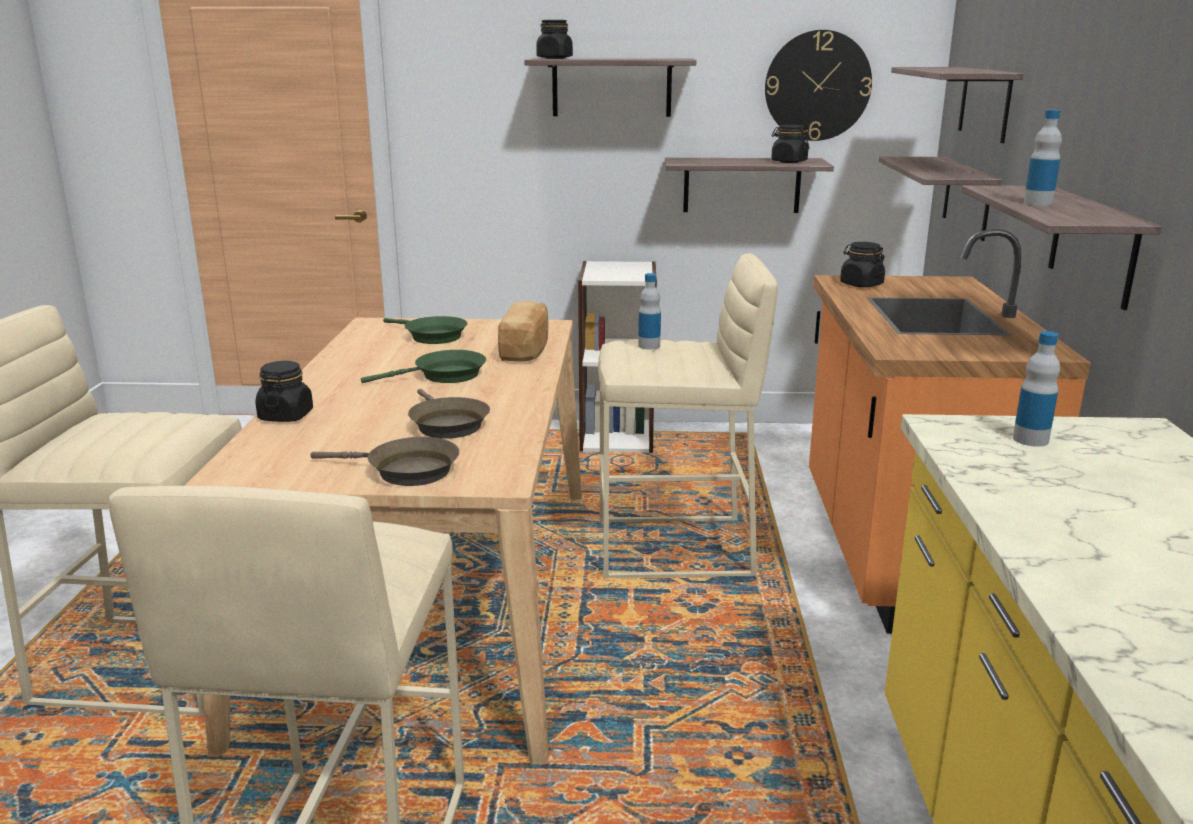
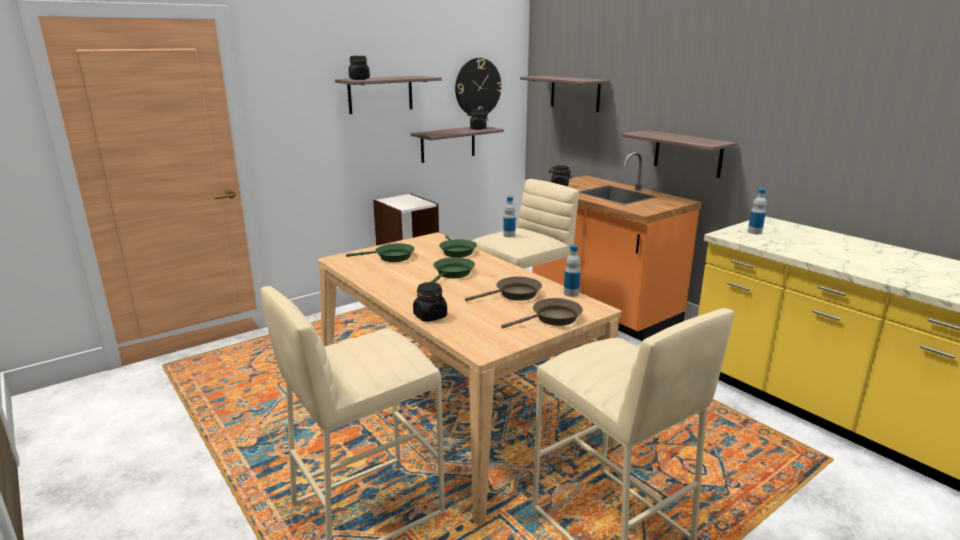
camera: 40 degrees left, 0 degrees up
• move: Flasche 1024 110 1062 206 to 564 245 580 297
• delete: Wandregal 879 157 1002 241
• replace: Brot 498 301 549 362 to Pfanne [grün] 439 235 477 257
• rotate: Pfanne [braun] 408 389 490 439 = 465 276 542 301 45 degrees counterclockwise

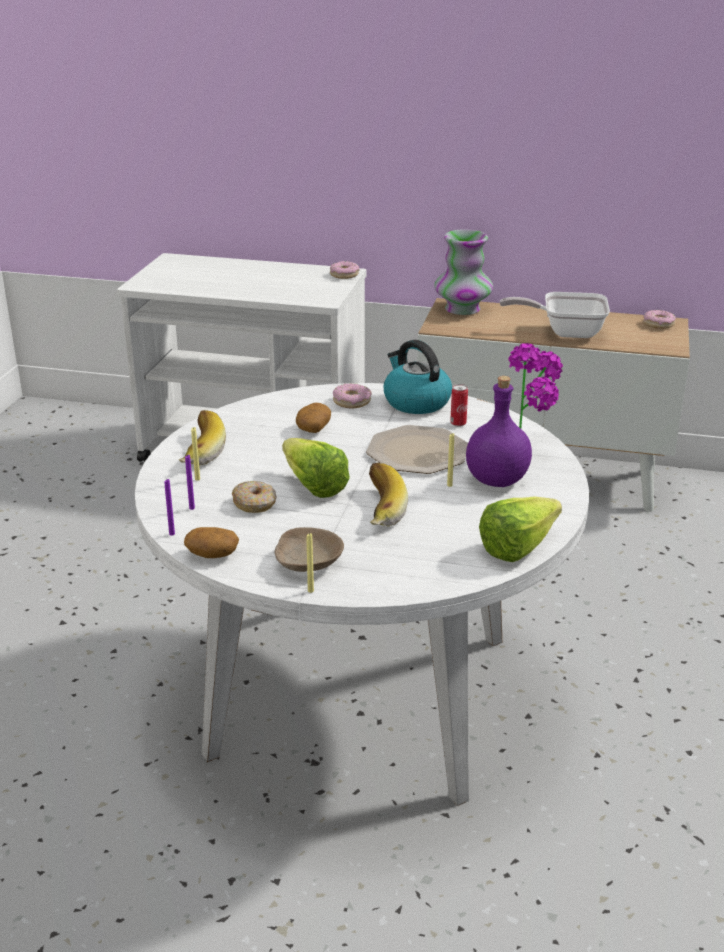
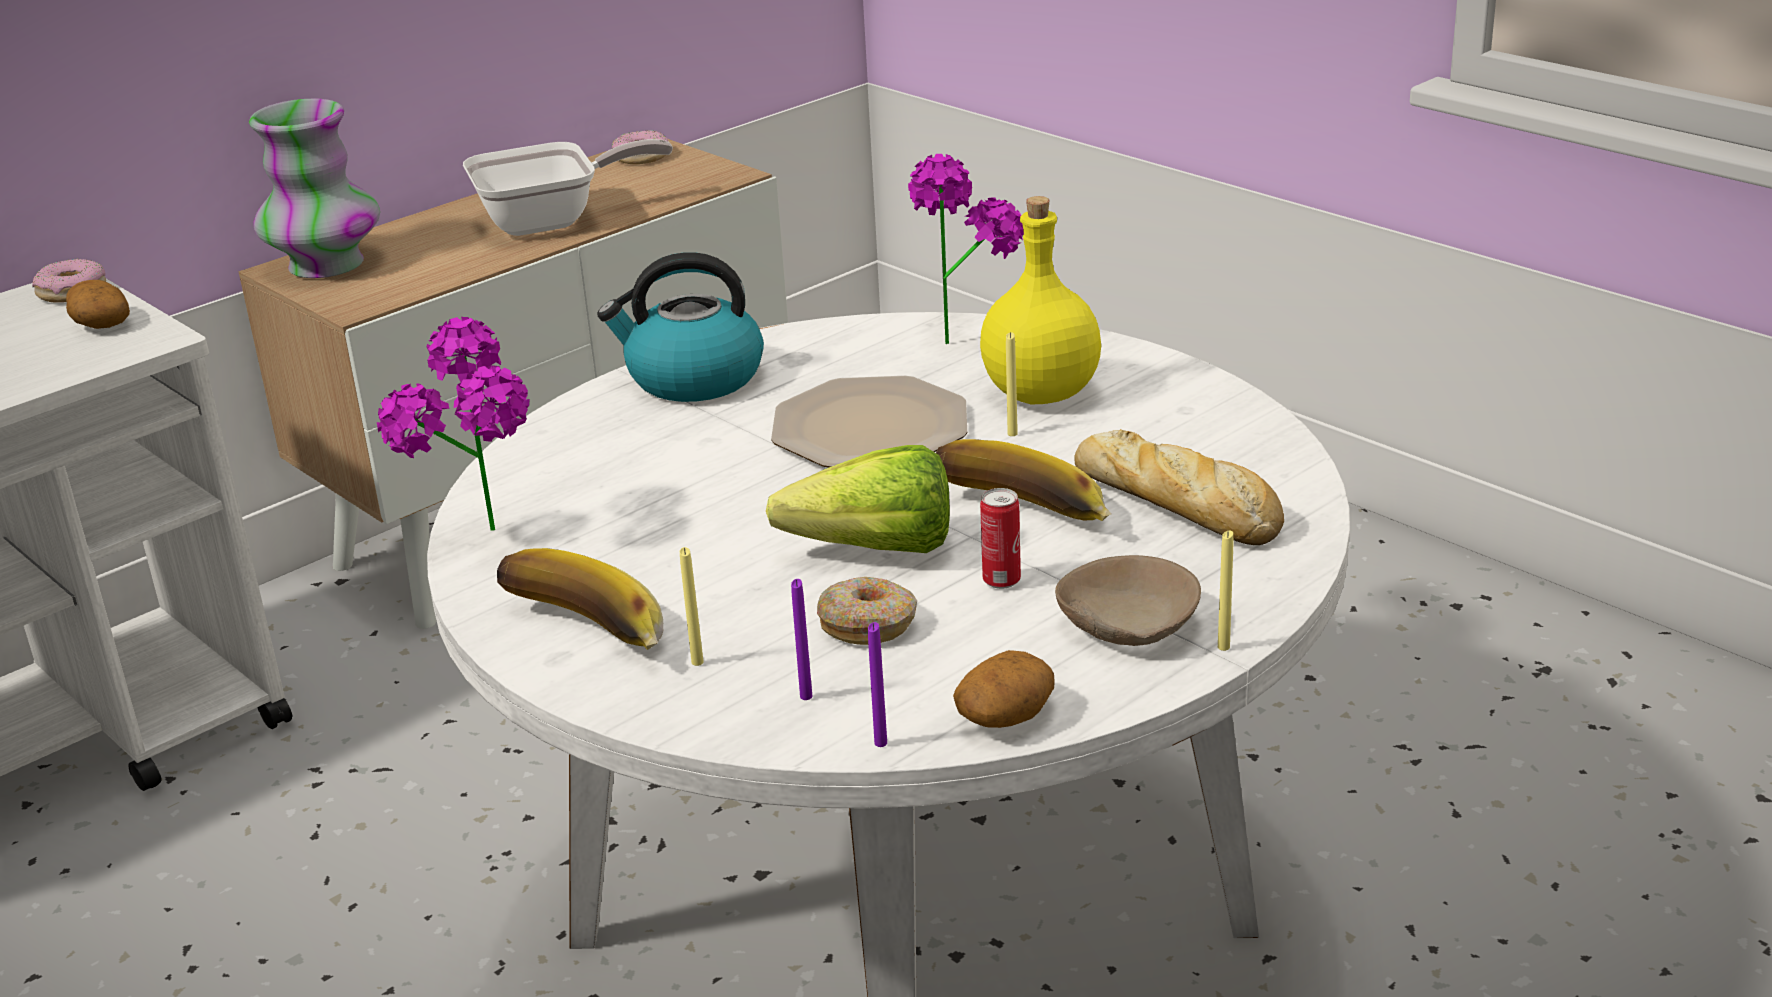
camera: 55 degrees left, 0 degrees up
• rotate: Pfanne 500 292 610 338 = 463 139 673 236 150 degrees counterclockwise
• recolor: Flasche [lila] 466 376 532 487 to Flasche [gelb] 980 196 1101 404
• delete: Donut 333 383 372 408
• move: Dose 450 384 468 427 to 980 488 1021 589
• move: Kartoffel 296 403 331 433 to 66 280 130 329
• delete: Salatkopf 479 496 562 562
• insert: Topfpflanze 377 317 529 531
• insert: Brot 1074 429 1284 545

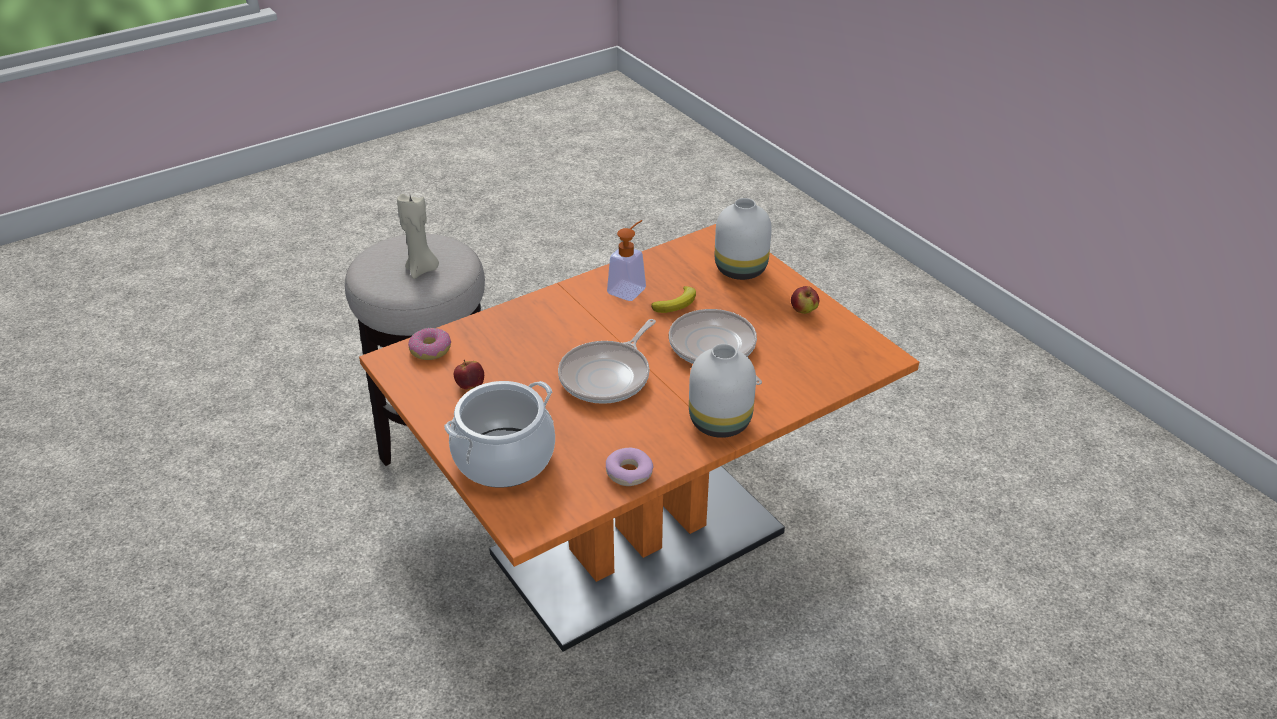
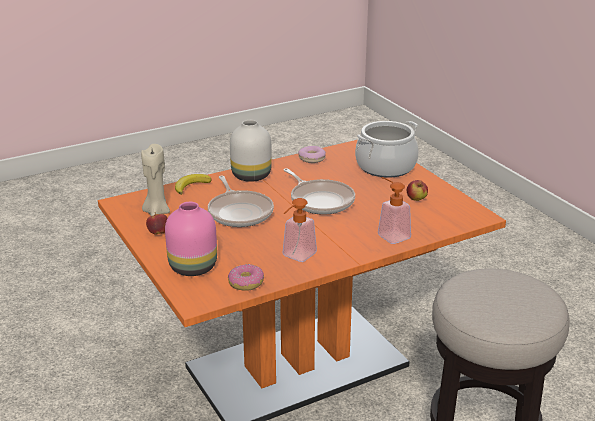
camera: 175 degrees left, 10 degrees down
• move: Kerze [beige] 397 194 439 279 to 141 144 170 216
• recolor: Vase [weiß] 715 198 772 280 to Vase [rosa] 165 202 217 276
• move: Banane 651 286 696 313 to 175 174 212 195
• rotate: Pfanne 558 319 656 404 = 283 168 355 215 105 degrees clockwise
• move: Donut 408 328 451 360 to 228 264 264 291
• insert: Seifenspender 378 177 411 244

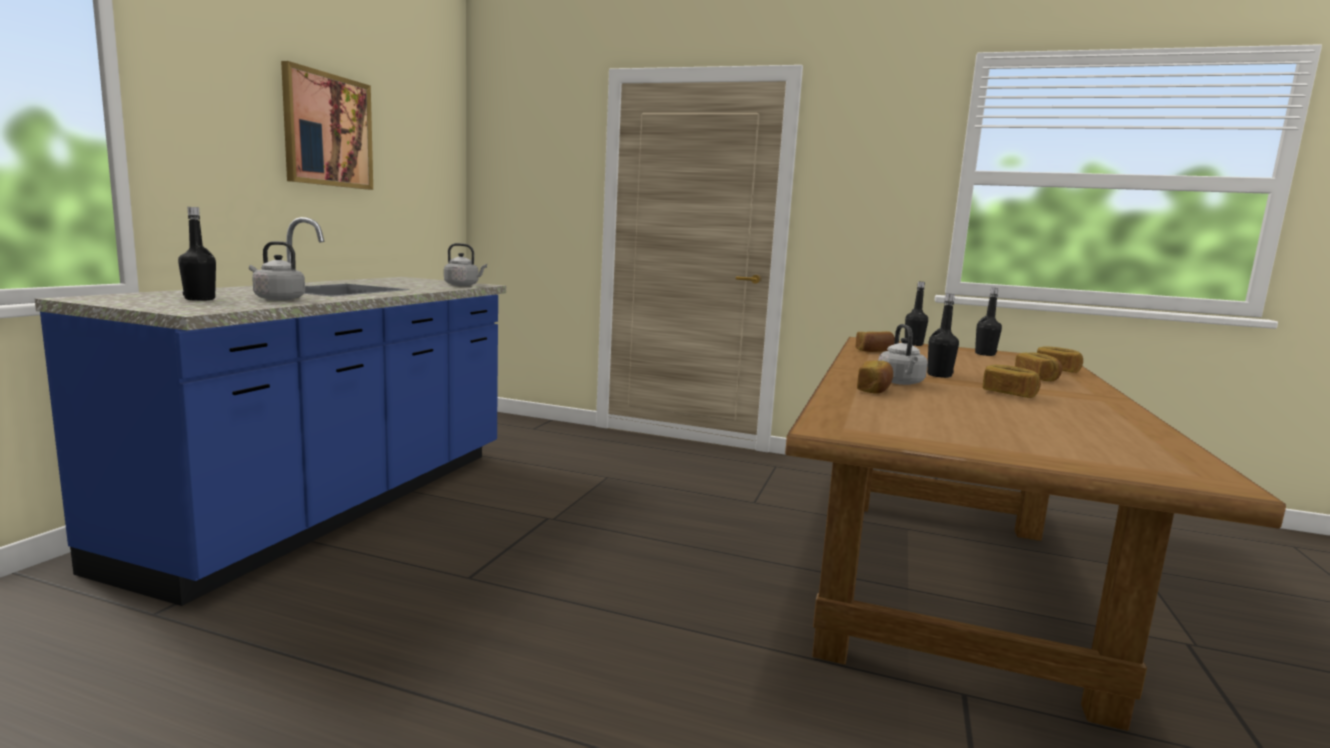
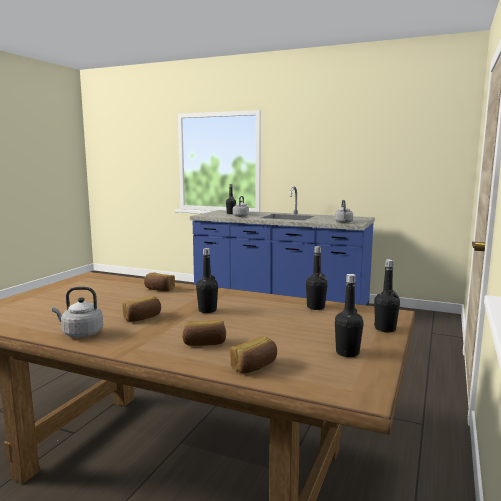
camera: 95 degrees right, 0 degrees up
• delete: Bild 281 61 373 190
• move: Wasserkessel [grau] 878 324 928 385 to 52 287 103 338
• replace: Brot 856 331 895 352 to Flasche [schwarz] 306 246 328 310

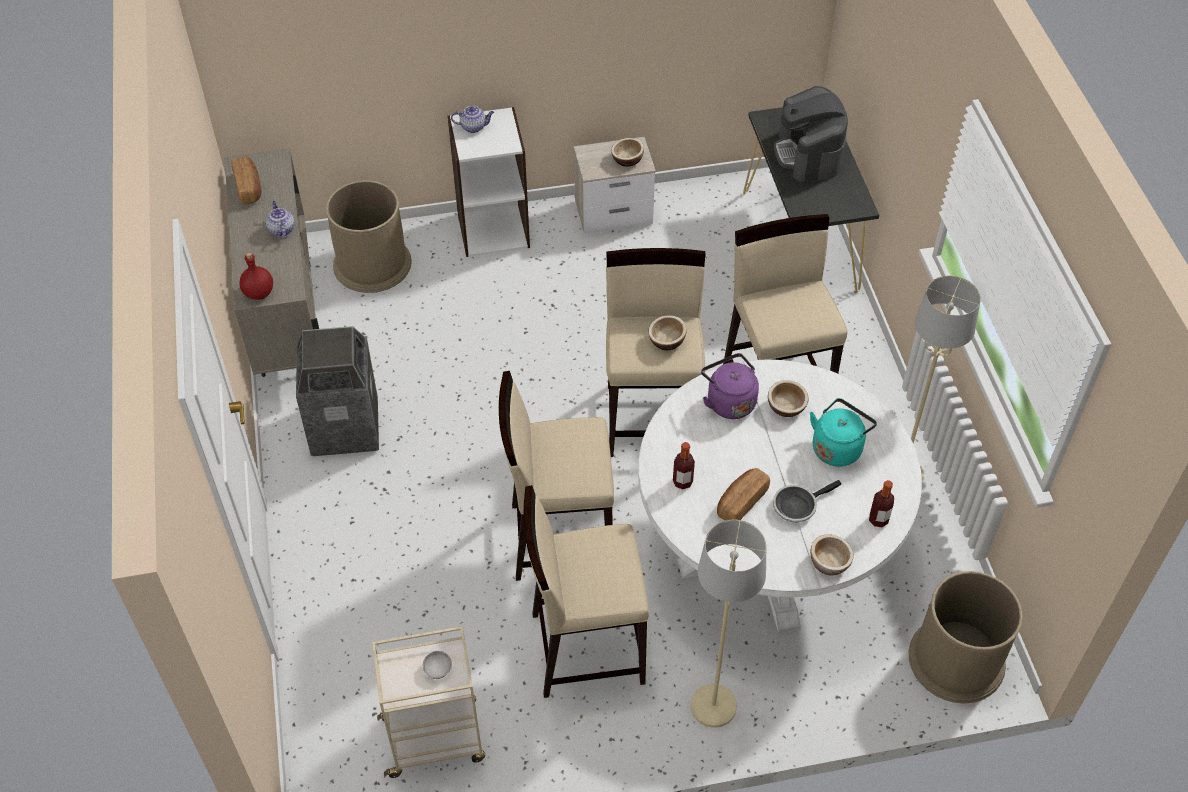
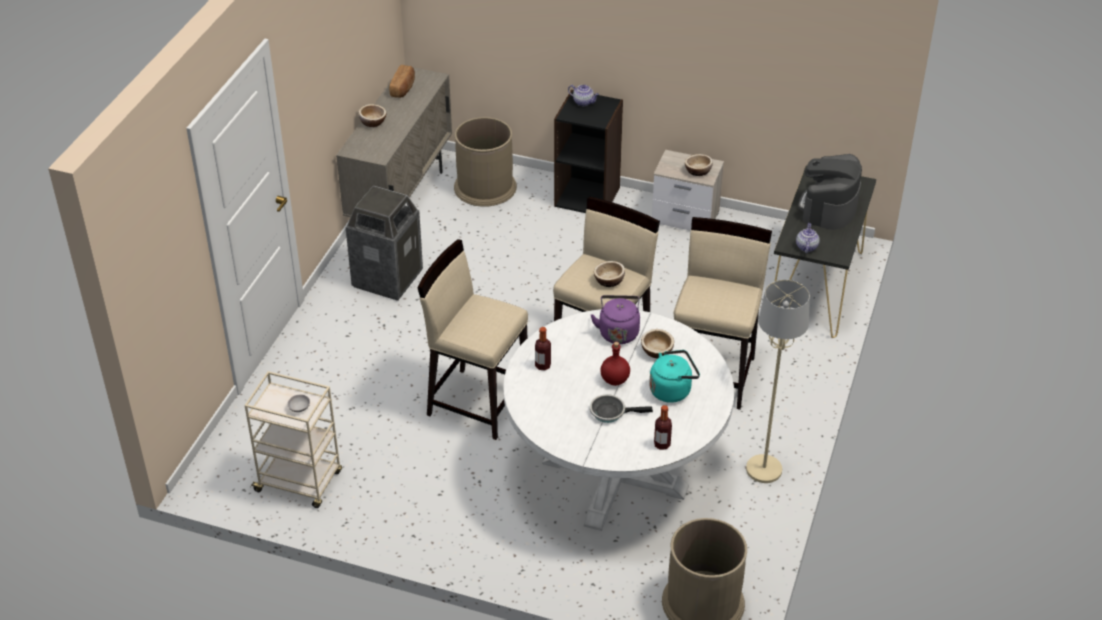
camera: 30 degrees right, 10 degrees down
• recolor: Bücherregal [weiß] 447 107 530 257 to Bücherregal [schwarz] 554 90 623 213
• move: Teekanne 266 201 294 239 to 796 223 820 253
• move: Flasche [rot] 239 252 273 300 to 600 342 630 386
• delete: Brot 717 468 770 521
• delete: Hocker [beige] 524 485 649 698
• delete: Stehlampe [beige] 691 520 766 728
• move: Schüssel 810 534 854 575 to 359 104 386 127

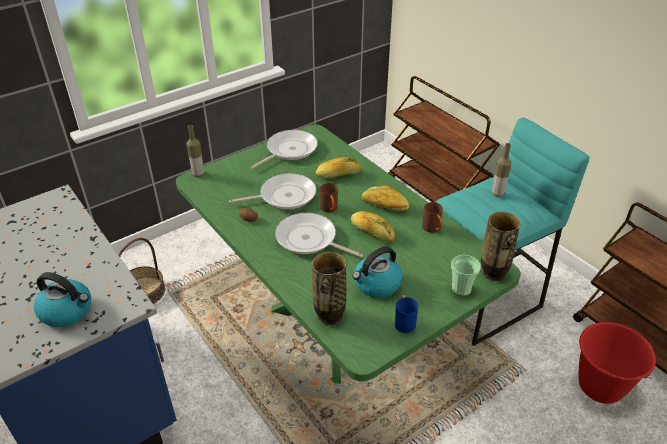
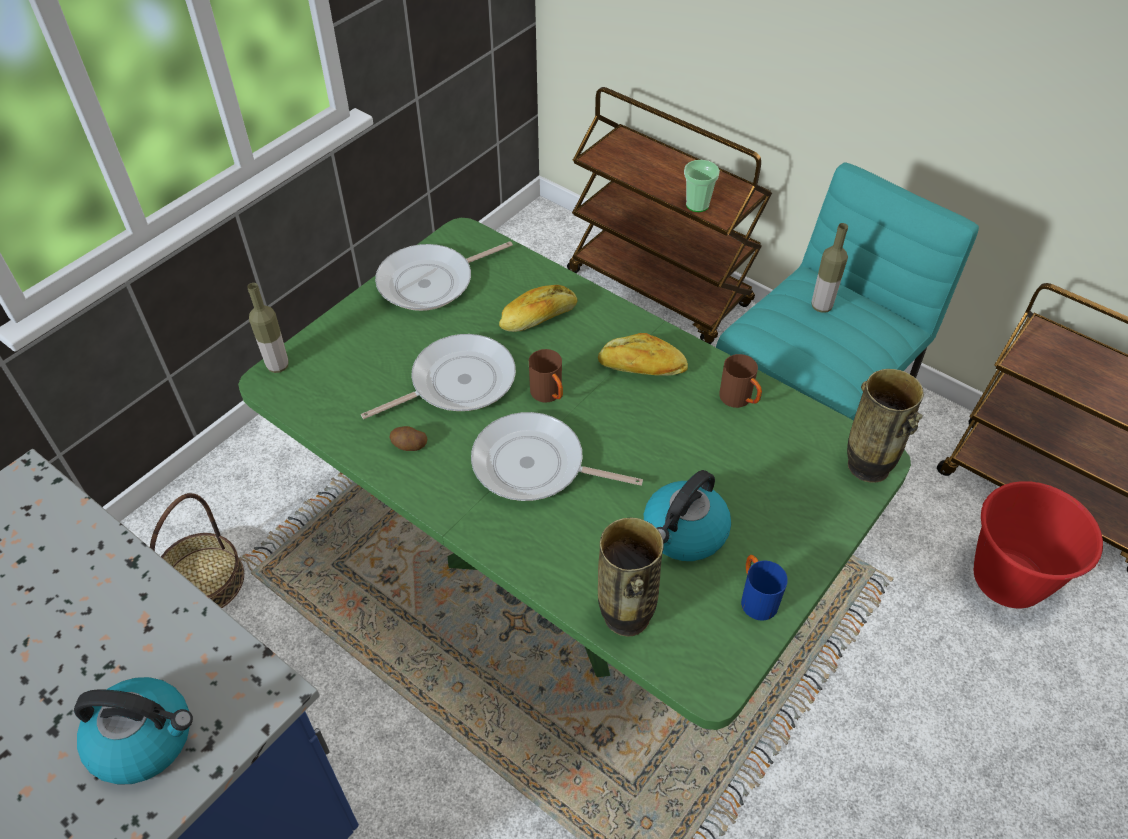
camera: 15 degrees left, 10 degrees up
• rotate: Pfanne 251 130 318 169 = 375 241 513 311 150 degrees counterclockwise
• delete: Brot 351 211 395 242
• move: Tasse 451 255 481 296 to 684 160 720 212

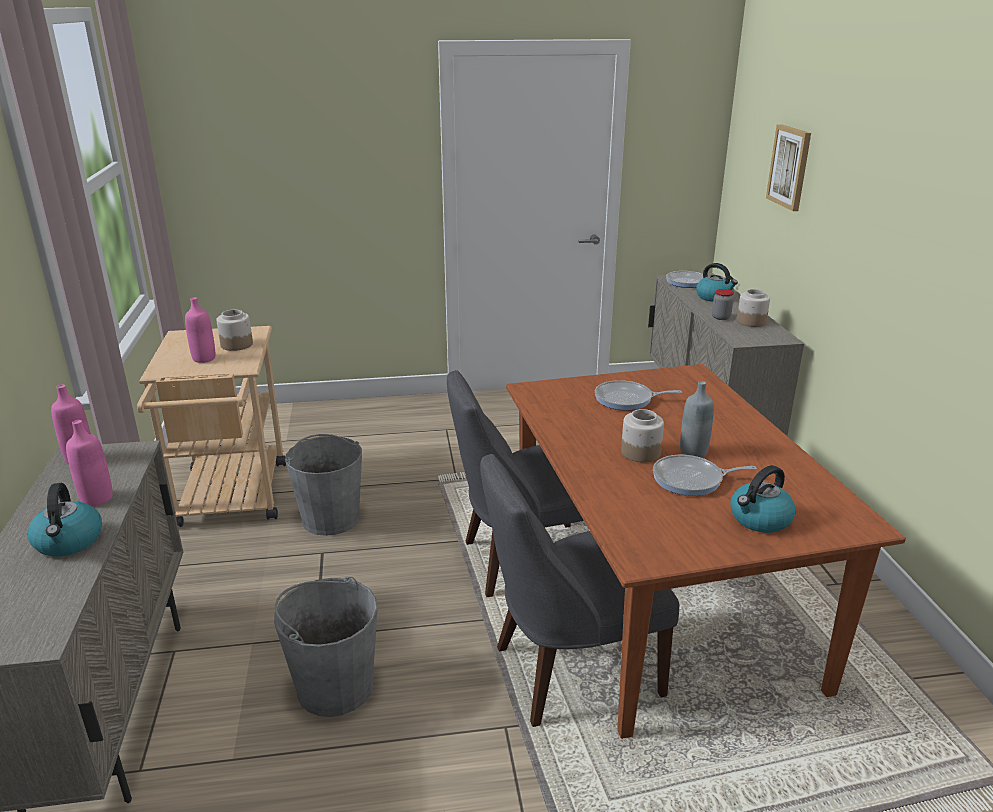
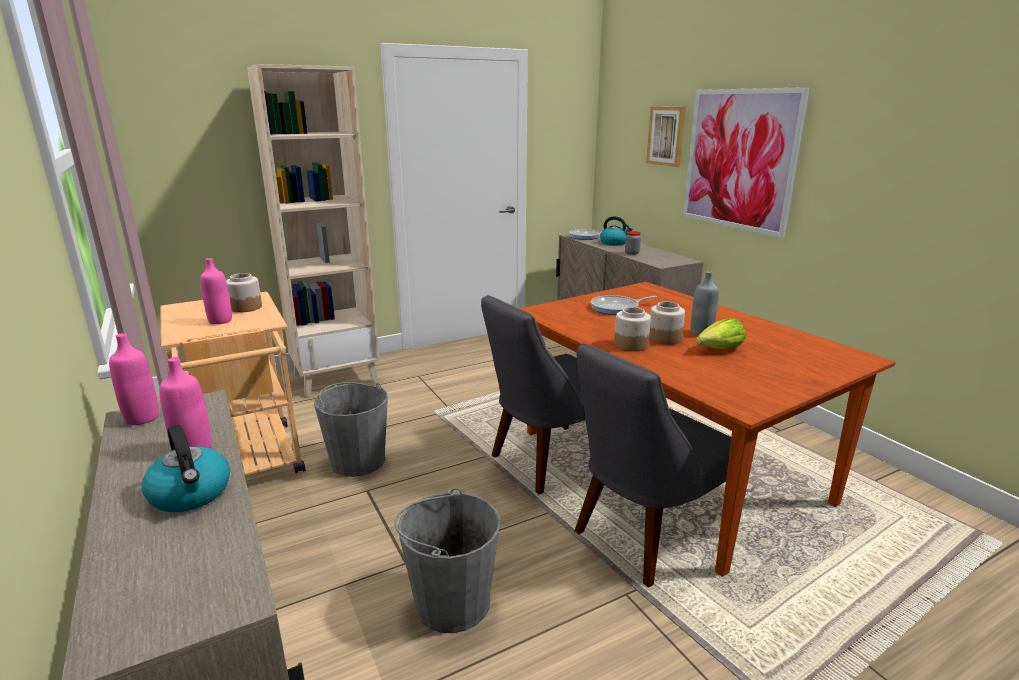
camera: 20 degrees left, 5 degrees down
• move: Vorratsglas 737 289 770 327 to 614 307 651 352
• replace: Pfanne 653 455 756 496 to Salatkopf 696 318 746 349
• delete: Wasserkessel 730 465 796 533
• insert: Bücherregal [beige] 247 64 379 397
• insert: Bild 683 87 810 238

